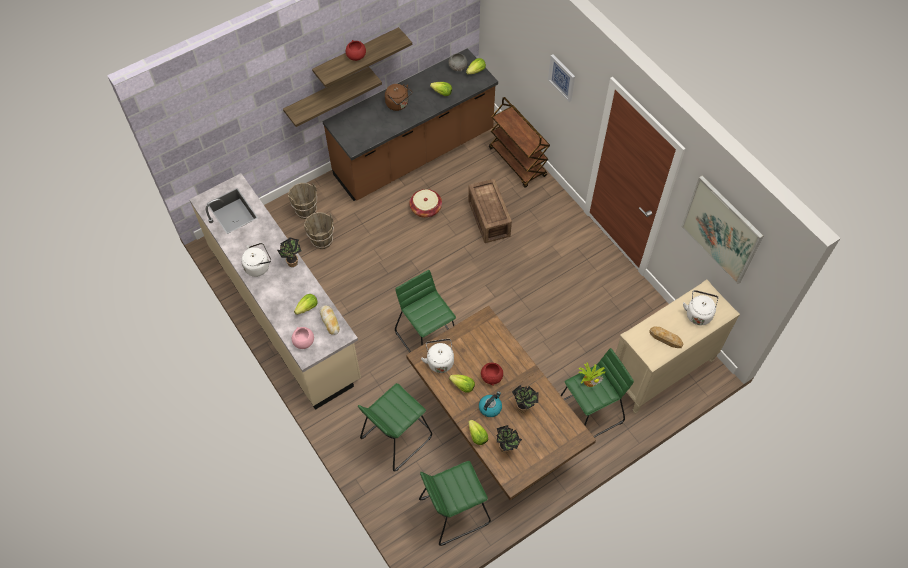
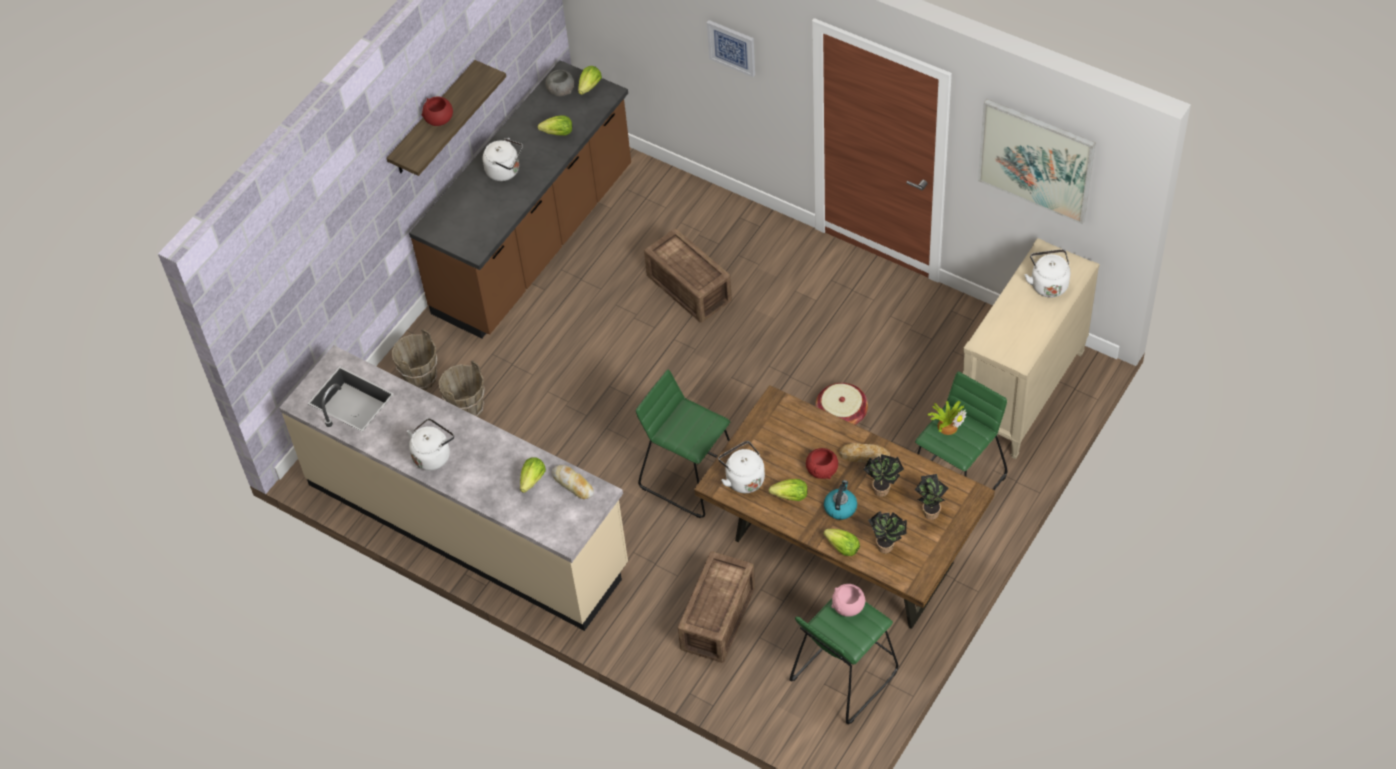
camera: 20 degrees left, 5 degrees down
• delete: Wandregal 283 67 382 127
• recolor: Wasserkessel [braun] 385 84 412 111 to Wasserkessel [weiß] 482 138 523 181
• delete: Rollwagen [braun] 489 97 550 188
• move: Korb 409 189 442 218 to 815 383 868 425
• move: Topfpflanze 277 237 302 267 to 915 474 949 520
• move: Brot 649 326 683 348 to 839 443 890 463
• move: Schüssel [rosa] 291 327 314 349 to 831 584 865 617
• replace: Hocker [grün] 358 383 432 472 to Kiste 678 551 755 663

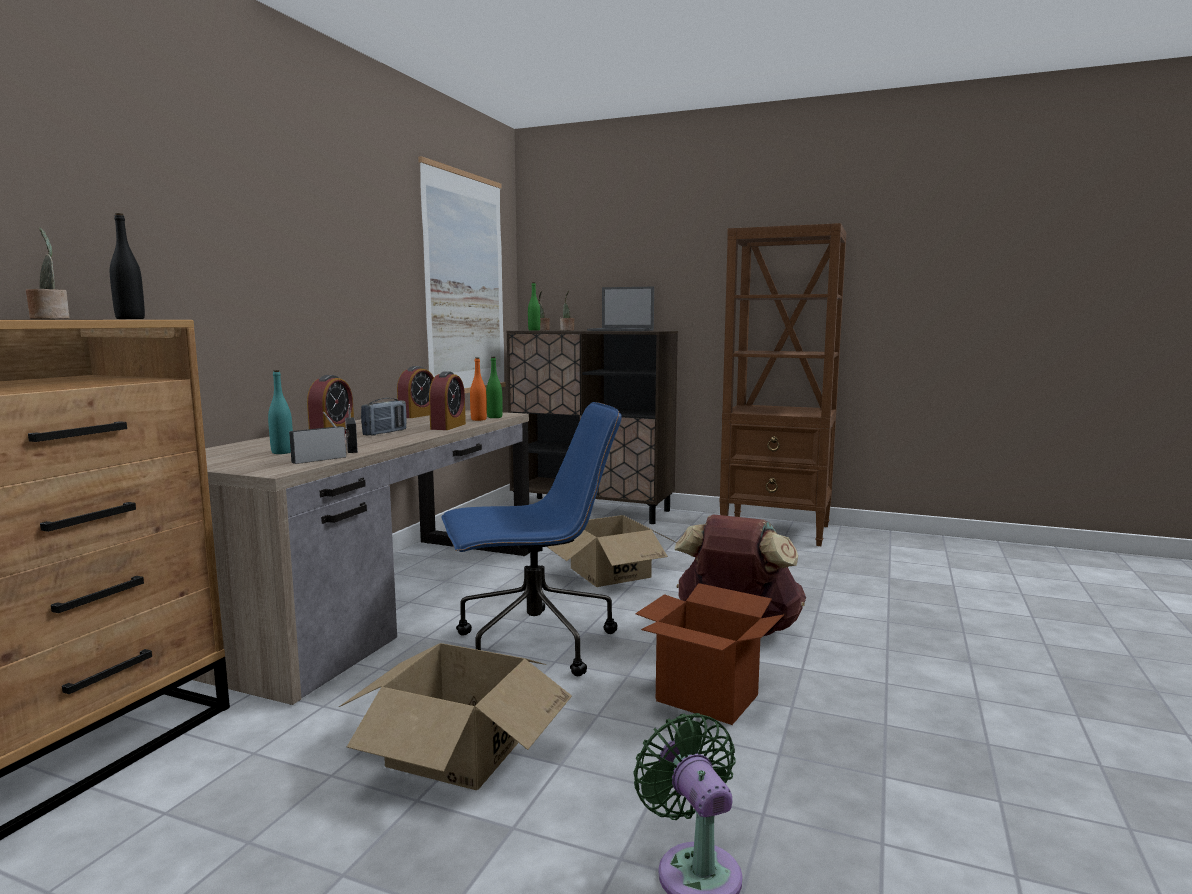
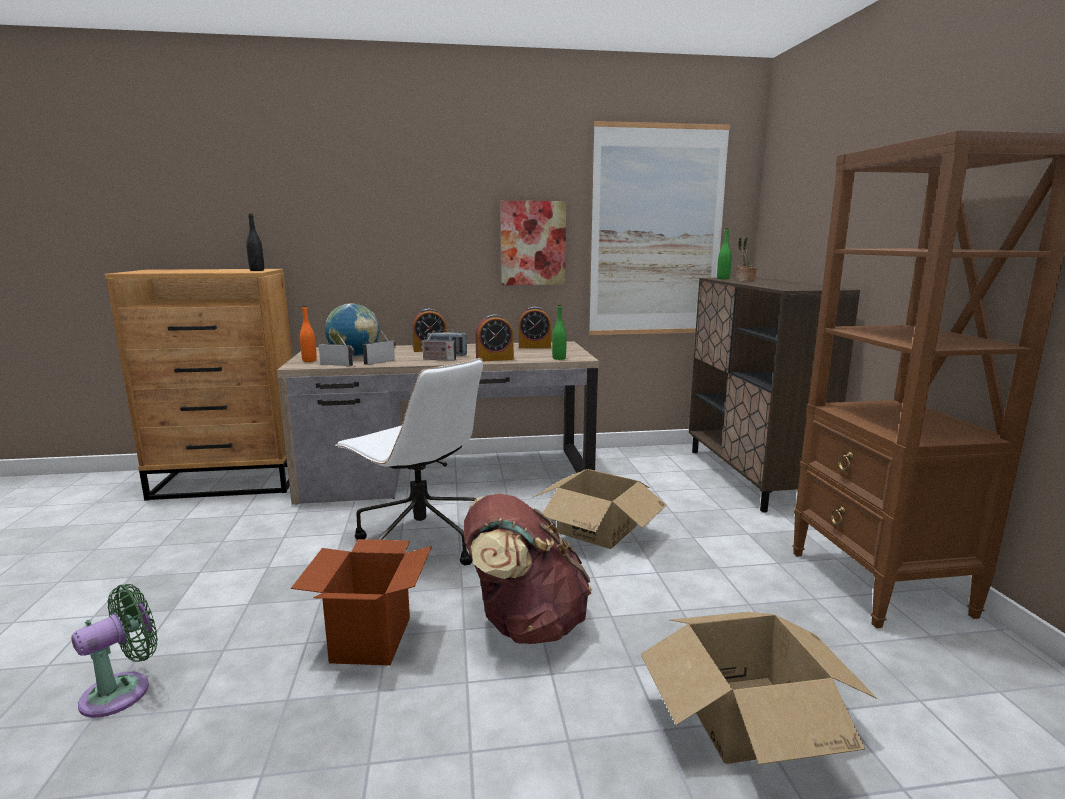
camera: 60 degrees right, 5 degrees up
• delete: Topfpflanze 26 227 70 319
• delete: Laptop 587 286 654 331
• move: Flasche [orange] 470 358 487 421 to 300 306 317 362
• replace: Flasche [türkis] 268 370 293 454 to Globus 325 304 380 357
• recolor: Bürostuhl [blau] 441 402 622 676 to Bürostuhl [weiß] 335 358 483 565
• move: Karton 339 643 572 790 to 641 612 878 765
• insert: Bild 500 201 566 285
• insert: Radio 420 330 456 361

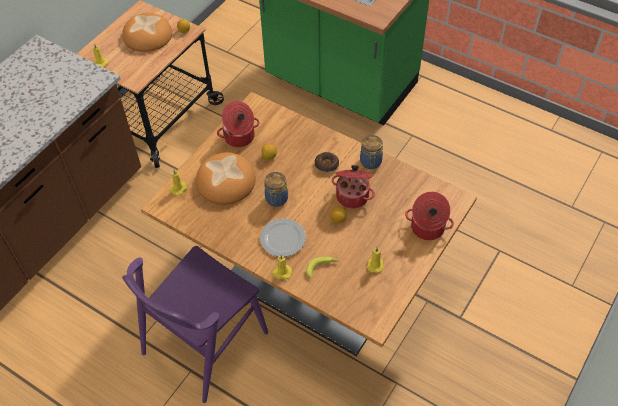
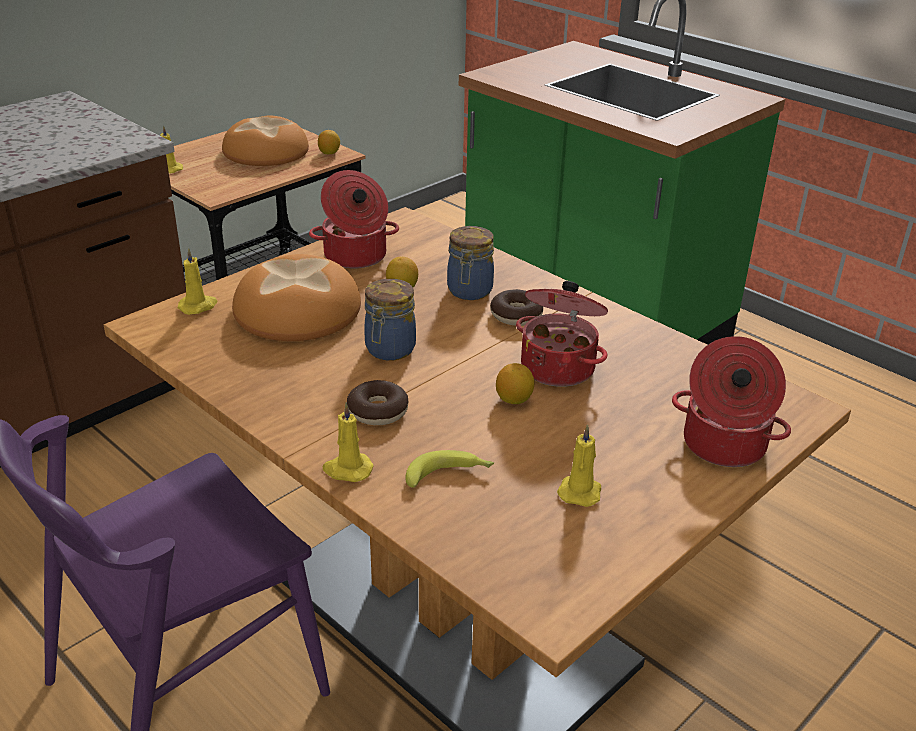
camera: 10 degrees right, 20 degrees down
• move: Vorratsglas 360 135 383 169 to 447 226 494 300
• replace: Teller 260 219 306 257 to Donut 347 380 408 425

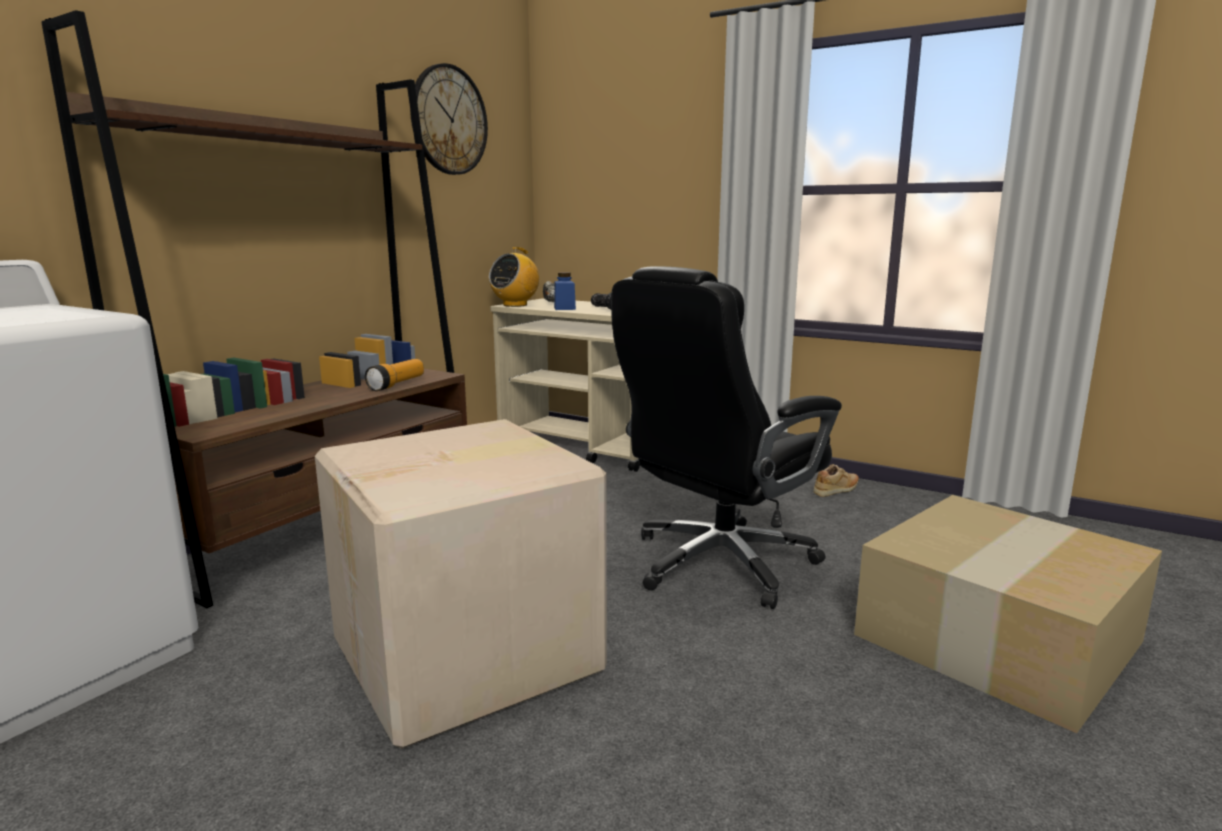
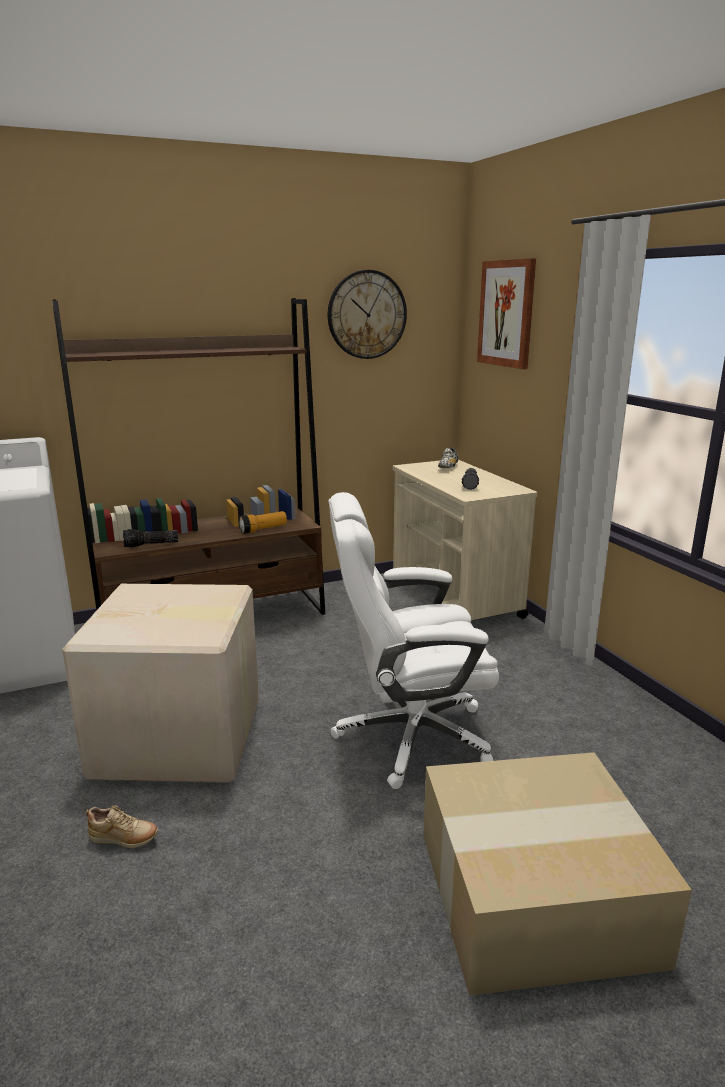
camera: 35 degrees right, 5 degrees up
• delete: Radio 489 247 539 307
• recolor: Bürostuhl [schwarz] 611 266 842 609 to Bürostuhl [weiß] 329 492 499 789
• delete: Vorratsglas [blau] 554 272 576 310
• move: Schuh [beige] 813 464 859 497 to 86 806 158 848
• insert: Bild 477 258 536 369
• insert: Taschenlampe 123 529 178 548

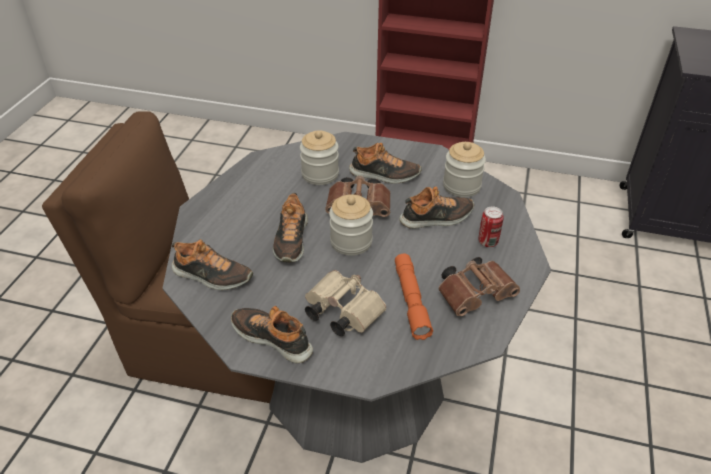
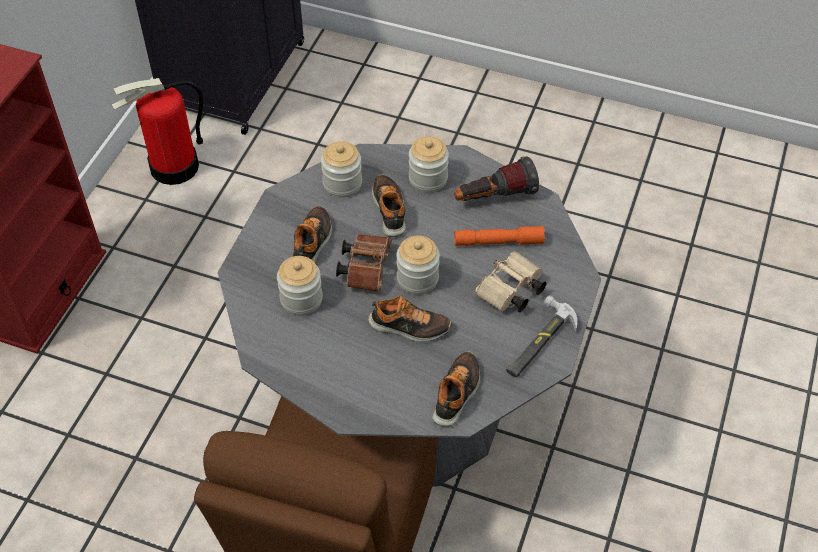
camera: 85 degrees left, 10 degrees up
• replace: Dose 479 206 504 247 to Vorratsglas 409 136 449 192
• replace: Fernglas [braun] 438 257 520 316 to Taschenlampe 454 156 539 201
• replace: Schuh 231 306 313 363 to Hammer 506 295 577 377
• insert: Feuerlöscher 111 78 203 185

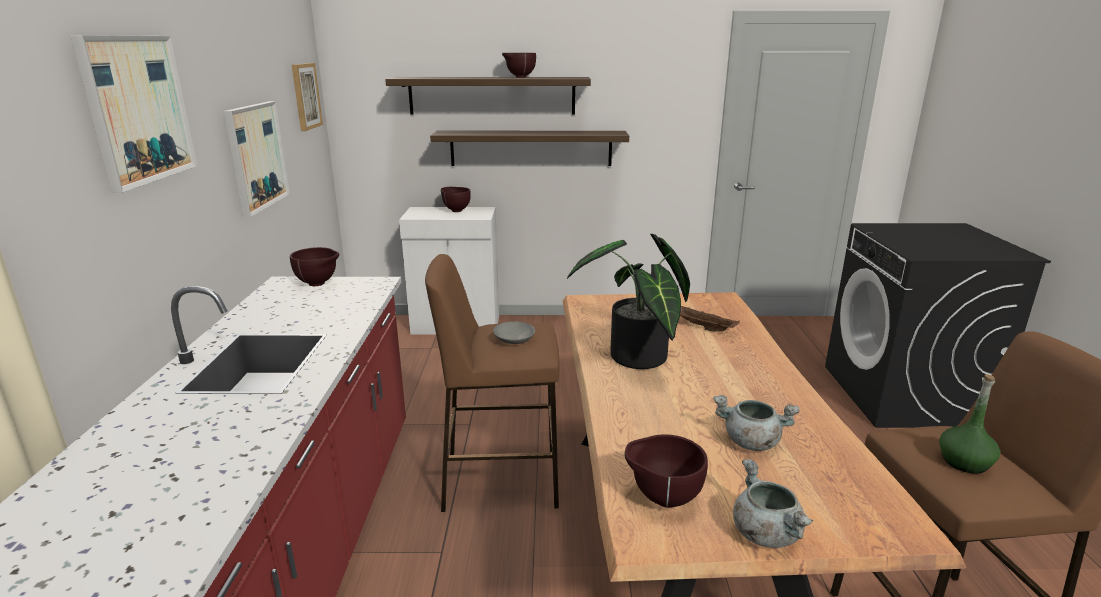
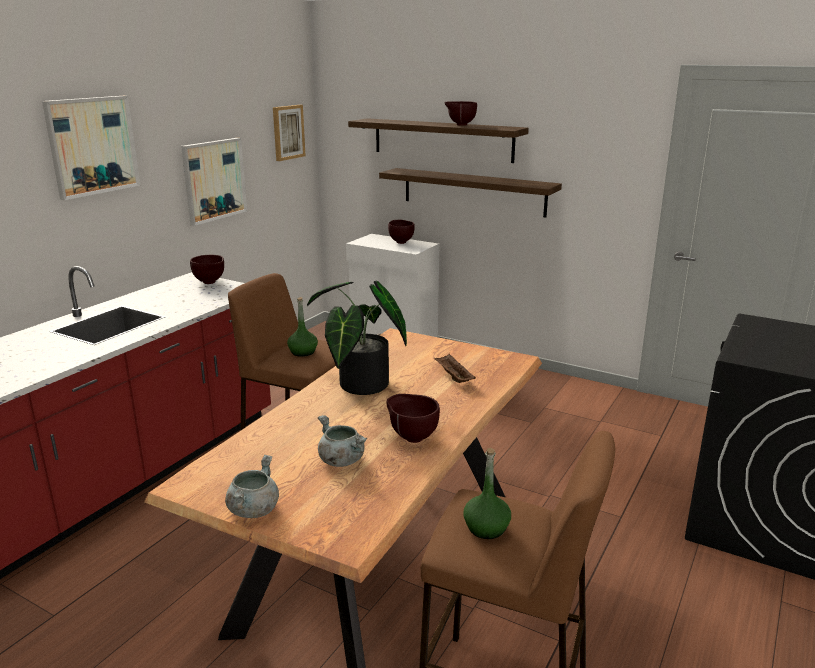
camera: 30 degrees right, 0 degrees up
• replace: Schüssel [grau] 493 321 535 344 to Flasche [grün] 287 297 318 357
• move: Schüssel [braun] 625 434 708 508 to 387 394 440 443

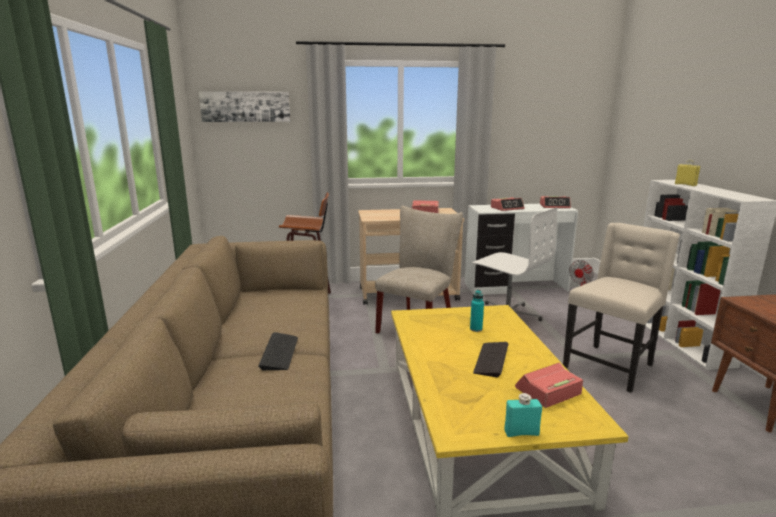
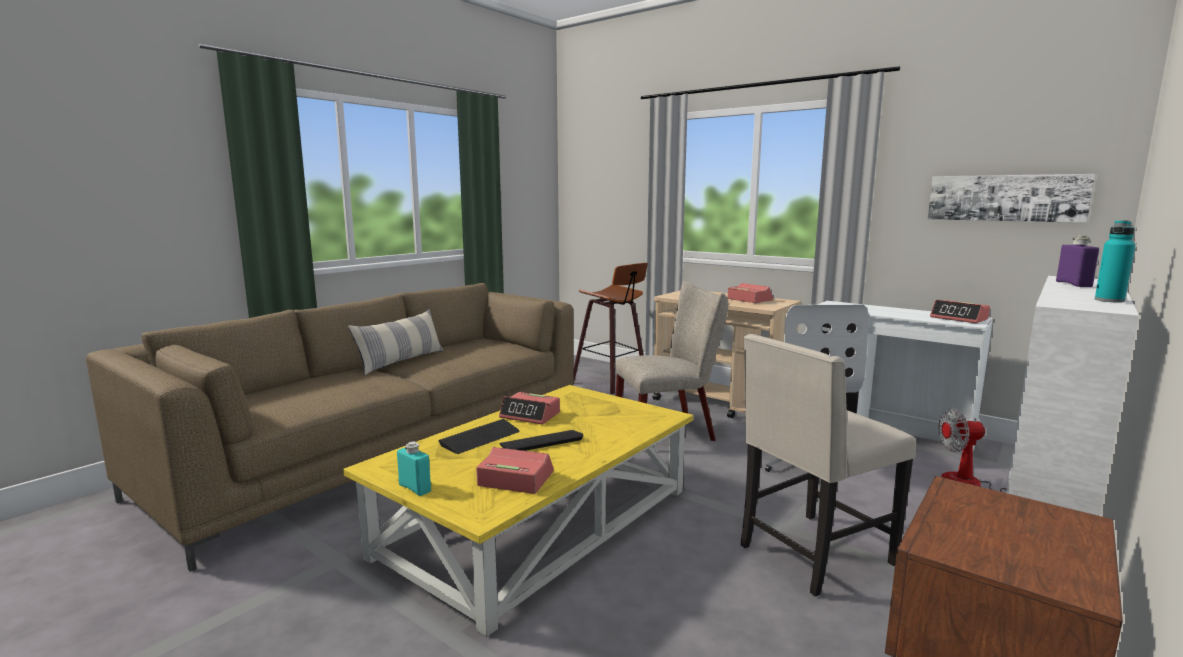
camera: 45 degrees right, 5 degrees down
• move: Bild 199 91 290 122 to 928 174 1095 223
• recolor: Flasche [gelb] 675 160 700 186 to Flasche [lila] 1056 235 1099 287
• move: Wecker 491 197 524 211 to 499 392 560 425
• rotate: Stuhl [beige] 563 223 680 393 = 741 334 916 597 150 degrees clockwise
• move: Flasche [türkis] 470 290 484 332 to 1095 220 1135 303
• move: Tastatur 258 332 298 370 to 438 419 519 454
• insert: Kissen 348 309 444 375

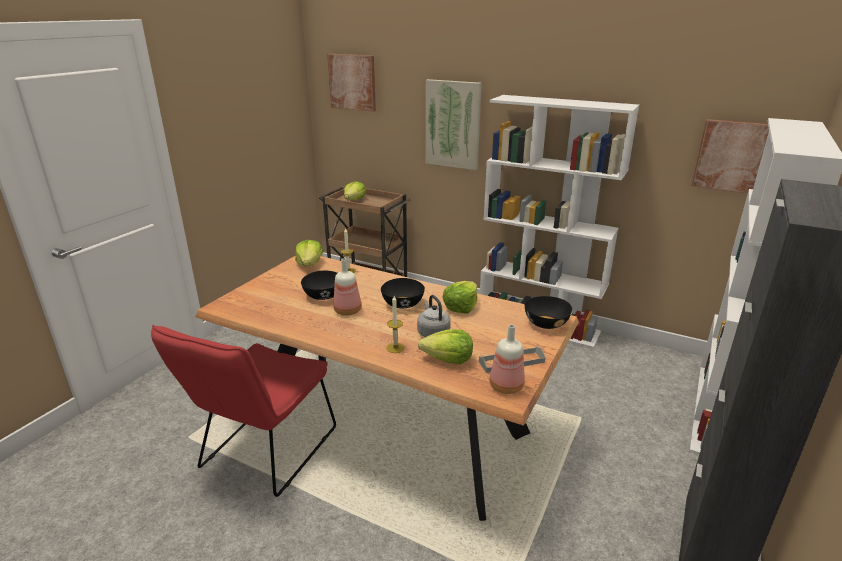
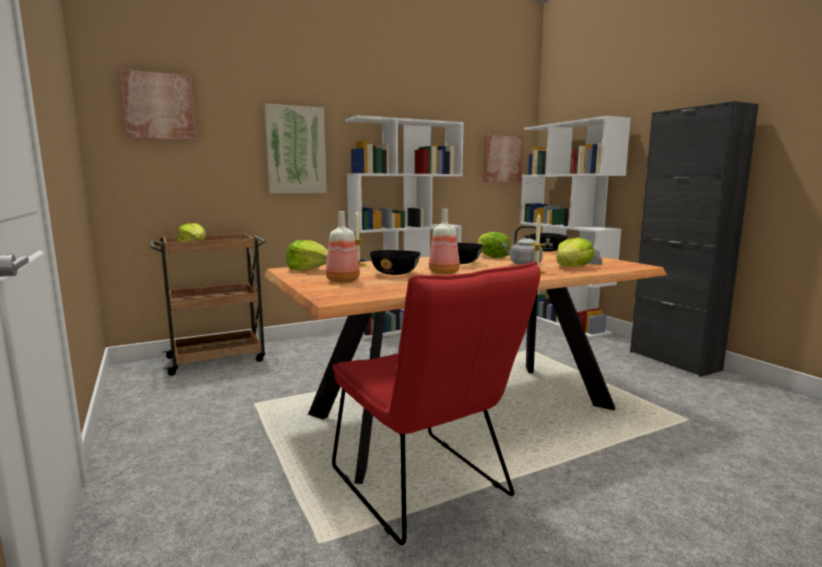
camera: 55 degrees left, 15 degrees down
• move: Flasche 489 324 525 394 to 326 211 360 283

